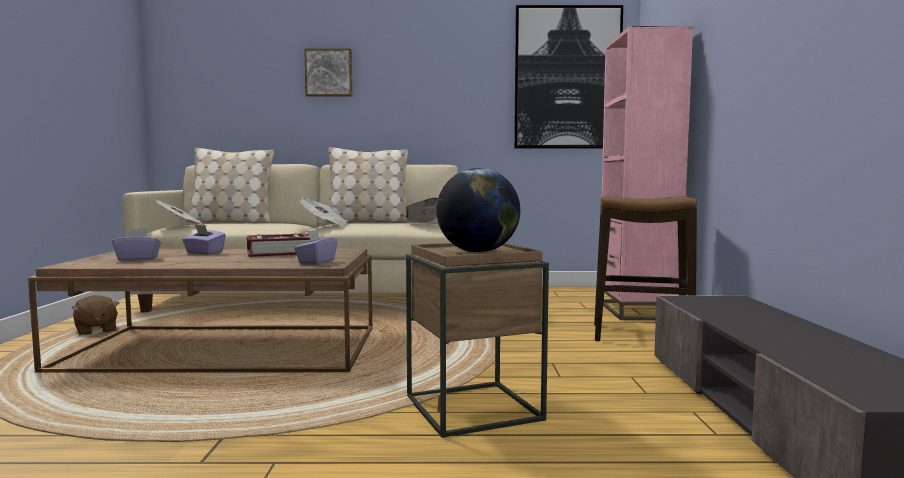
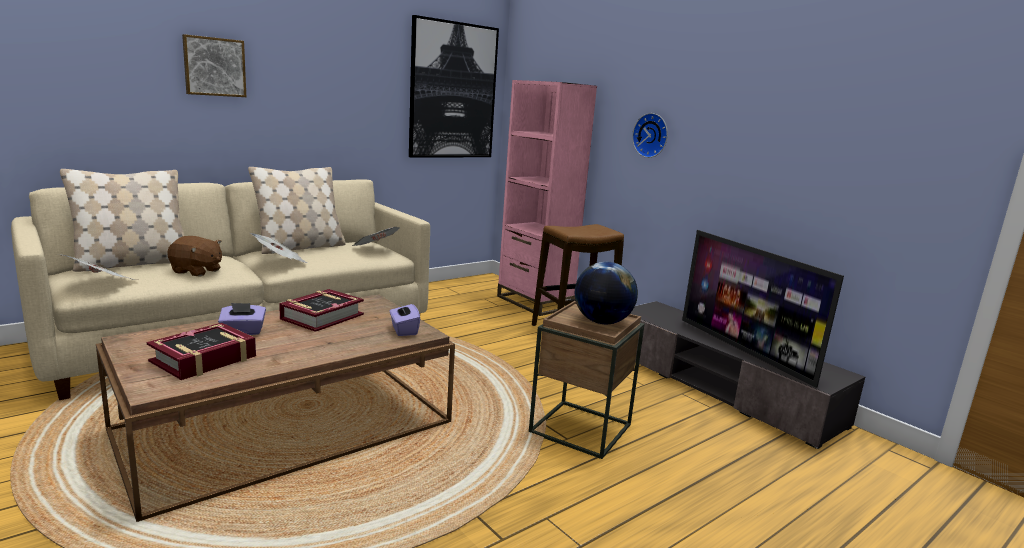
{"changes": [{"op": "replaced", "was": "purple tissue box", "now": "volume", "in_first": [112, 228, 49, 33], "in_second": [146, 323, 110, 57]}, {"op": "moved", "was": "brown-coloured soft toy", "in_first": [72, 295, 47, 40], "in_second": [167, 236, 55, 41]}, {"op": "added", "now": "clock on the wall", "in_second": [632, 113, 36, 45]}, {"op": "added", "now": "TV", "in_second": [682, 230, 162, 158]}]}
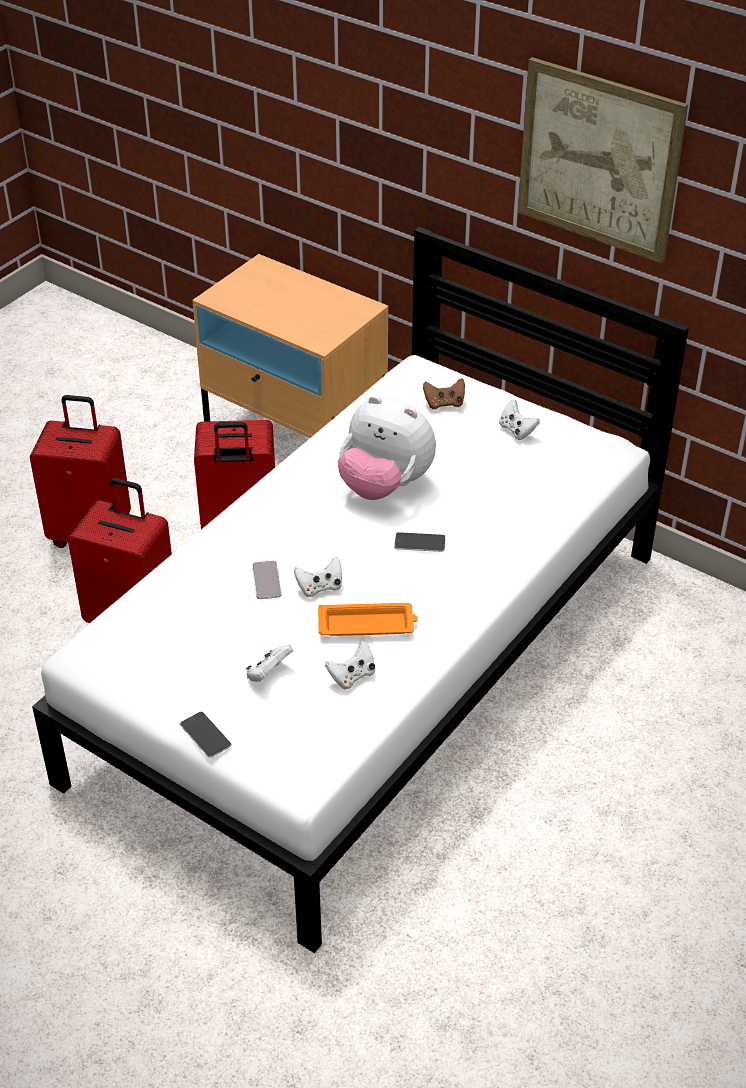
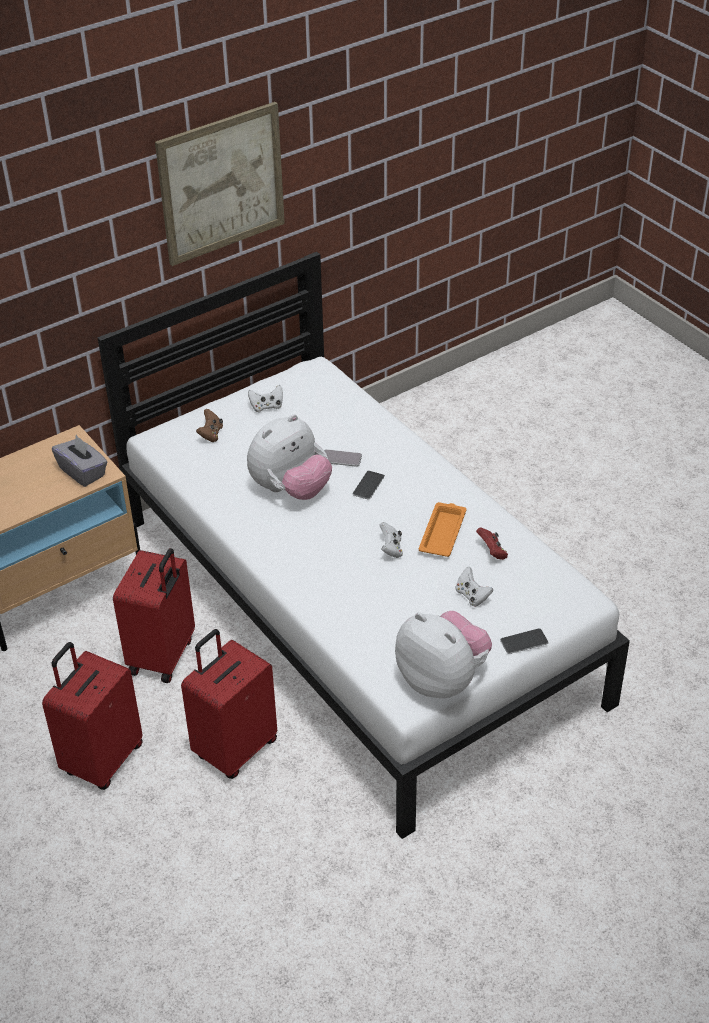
{"changes": [{"op": "moved", "was": "phone", "in_first": [252, 560, 30, 39], "in_second": [324, 449, 38, 18]}, {"op": "recoloured", "was": "white game controller", "now": "red-coloured game controller", "in_first": [325, 641, 50, 48], "in_second": [476, 527, 32, 33]}, {"op": "added", "now": "gray tissue box", "in_second": [52, 435, 55, 52]}, {"op": "added", "now": "soft toy", "in_second": [395, 611, 97, 87]}]}
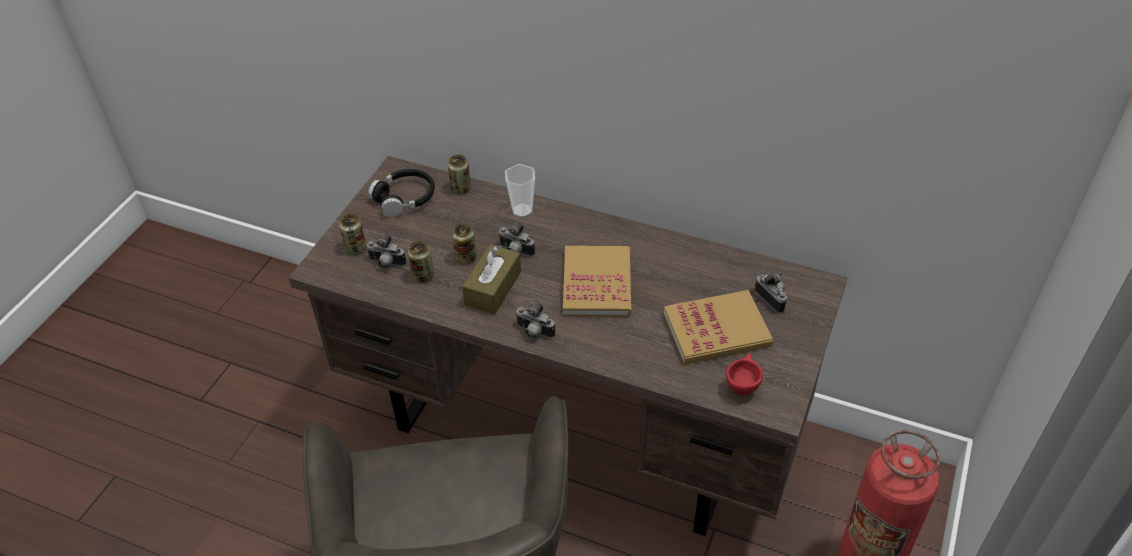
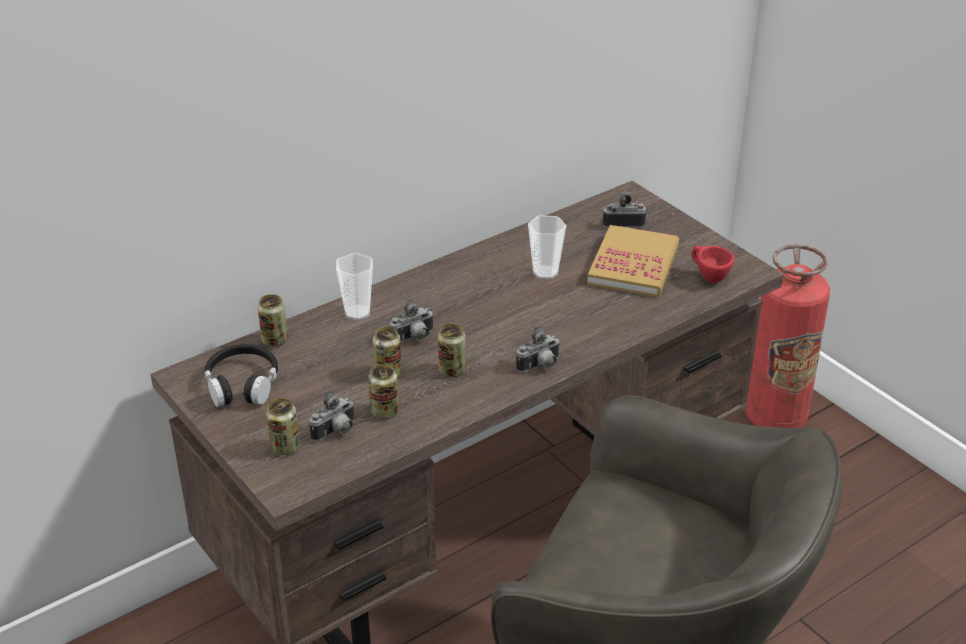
{"changes": [{"op": "replaced", "was": "brown-coloured tissue box", "now": "metal can", "in_first": [462, 244, 59, 70], "in_second": [438, 324, 28, 53]}, {"op": "removed", "was": "volume", "in_first": [563, 246, 68, 71]}, {"op": "added", "now": "drinking cup", "in_second": [528, 215, 38, 64]}]}
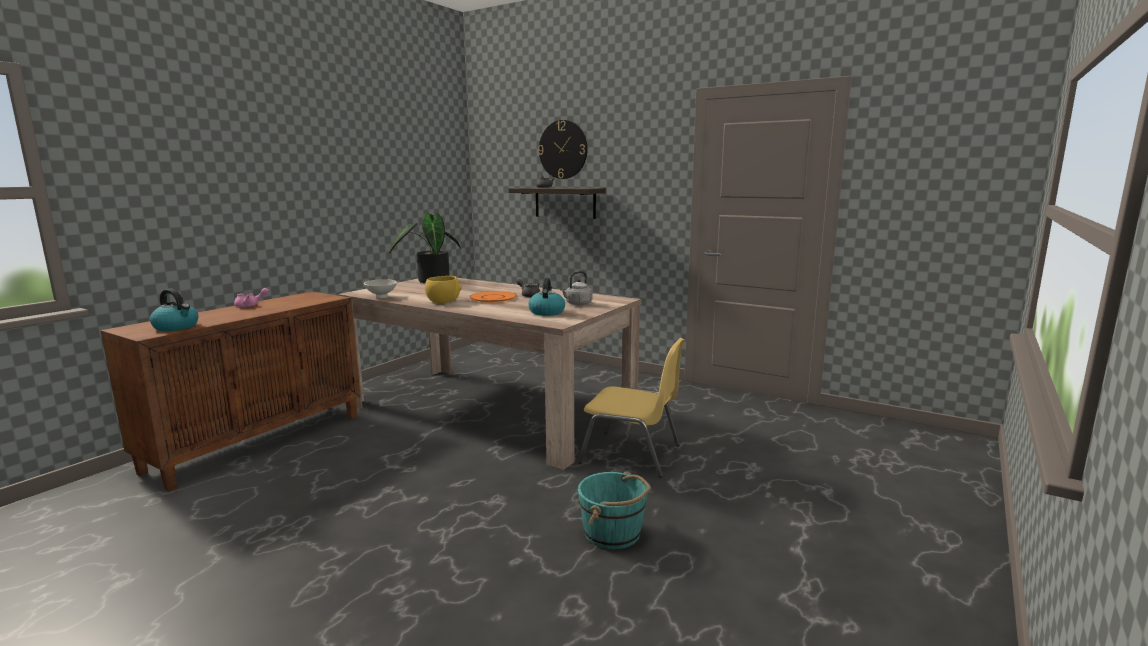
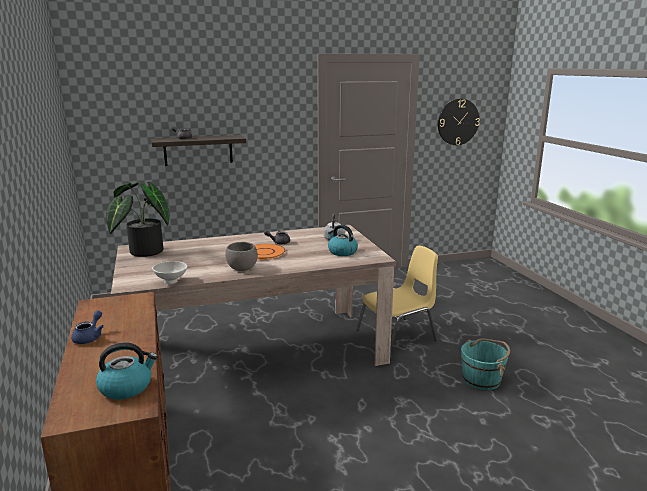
{"changes": [{"op": "moved", "was": "clock on the wall", "in_first": [538, 120, 50, 59], "in_second": [438, 99, 42, 46]}, {"op": "recoloured", "was": "yellow serving bowl", "now": "gray serving bowl", "in_first": [425, 276, 37, 27], "in_second": [225, 242, 33, 29]}, {"op": "recoloured", "was": "pink-coloured pot for tea", "now": "bluish pot for tea", "in_first": [234, 288, 35, 19], "in_second": [71, 310, 33, 34]}]}
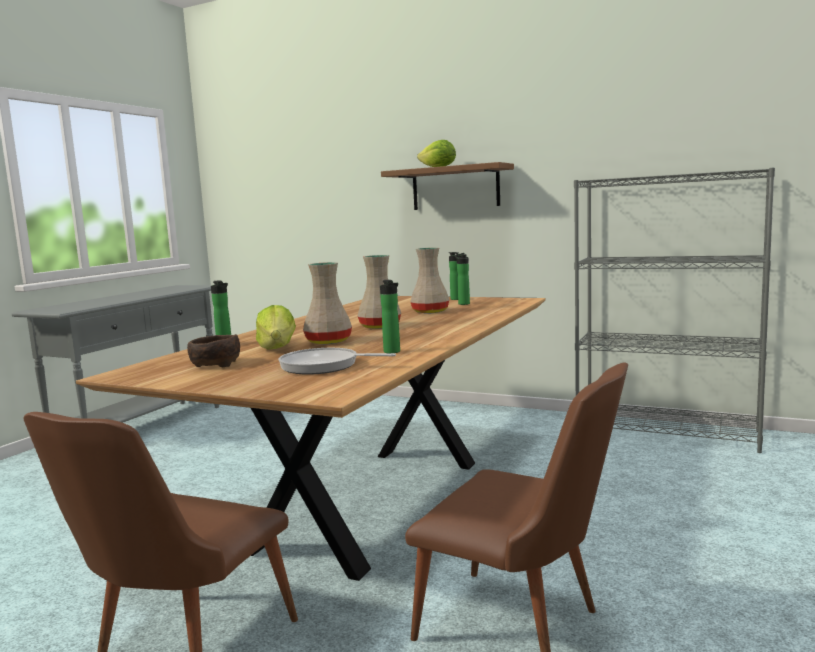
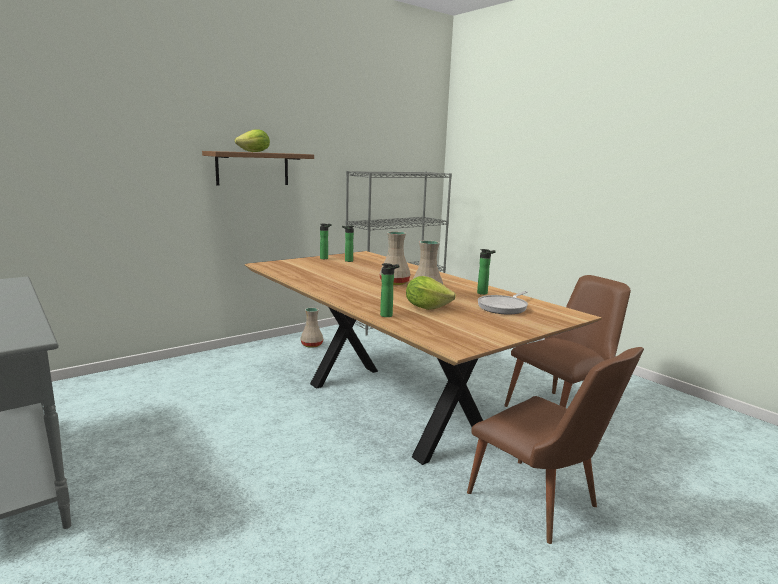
{"changes": [{"op": "moved", "was": "beige-coloured flower vase", "in_first": [410, 248, 39, 65], "in_second": [300, 308, 24, 40]}, {"op": "removed", "was": "brown-coloured serving bowl", "in_first": [187, 334, 53, 33]}]}
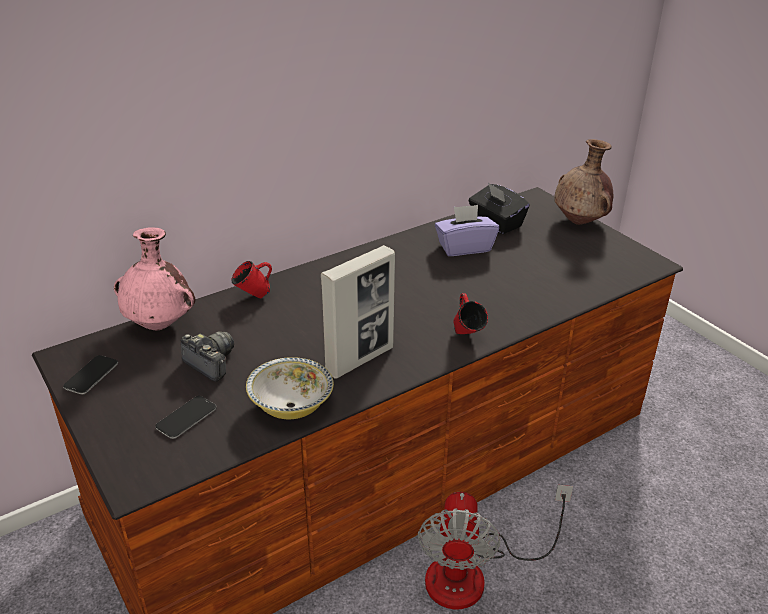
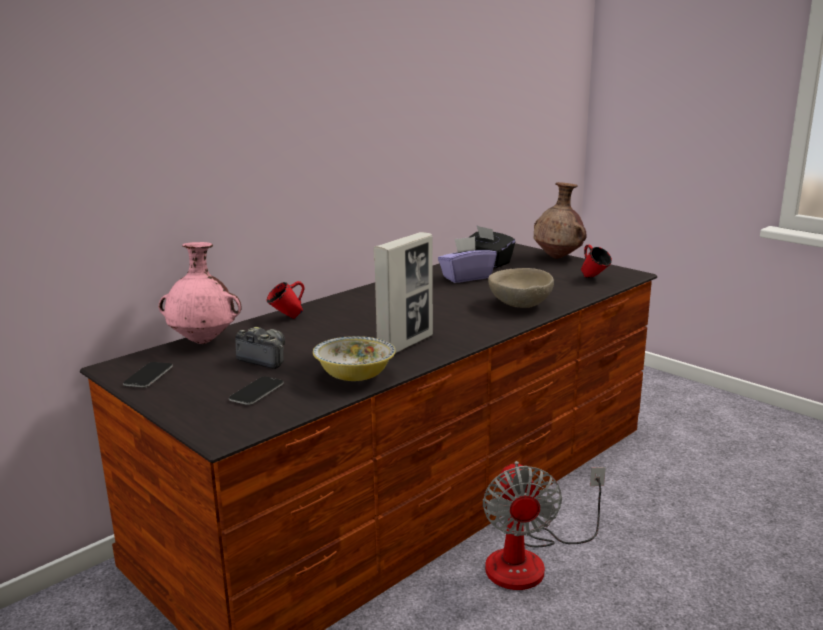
{"changes": [{"op": "moved", "was": "red-coloured mug", "in_first": [453, 293, 35, 41], "in_second": [581, 245, 31, 33]}, {"op": "added", "now": "beige-coloured serving bowl", "in_second": [488, 268, 66, 40]}]}
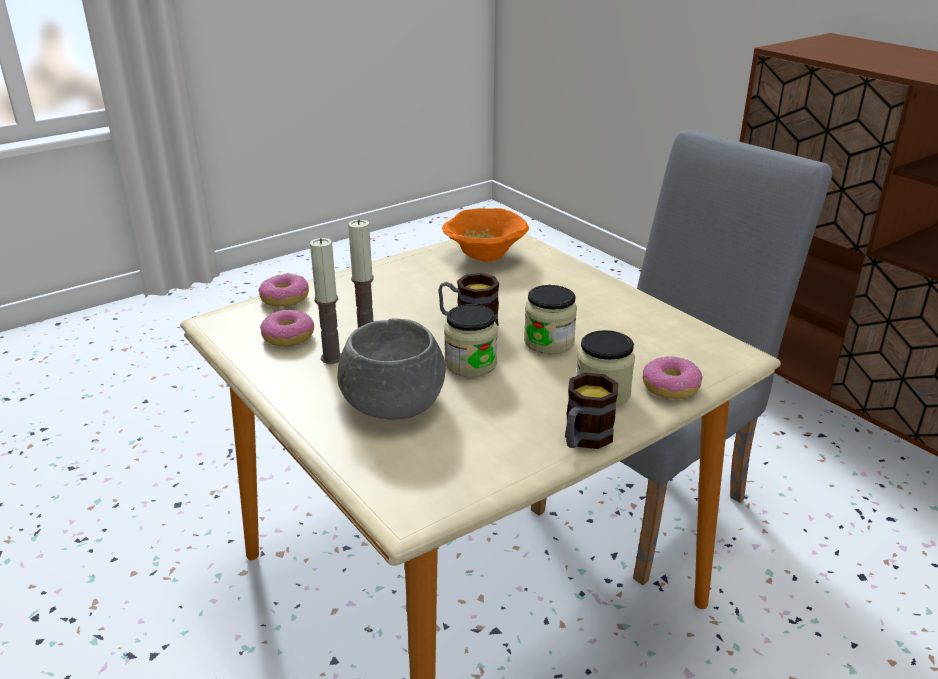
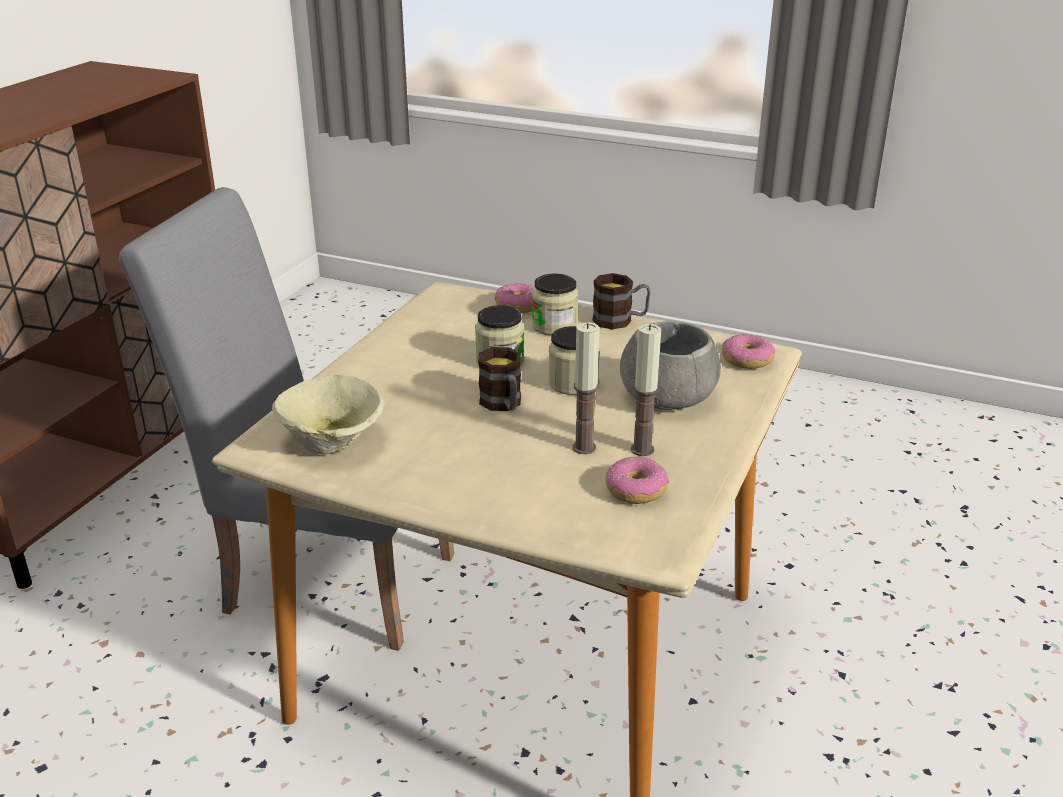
{"changes": [{"op": "recoloured", "was": "orangey serving bowl", "now": "beige-coloured serving bowl", "in_first": [442, 208, 87, 54], "in_second": [272, 375, 113, 79]}, {"op": "moved", "was": "donut", "in_first": [259, 273, 50, 34], "in_second": [722, 334, 53, 35]}]}
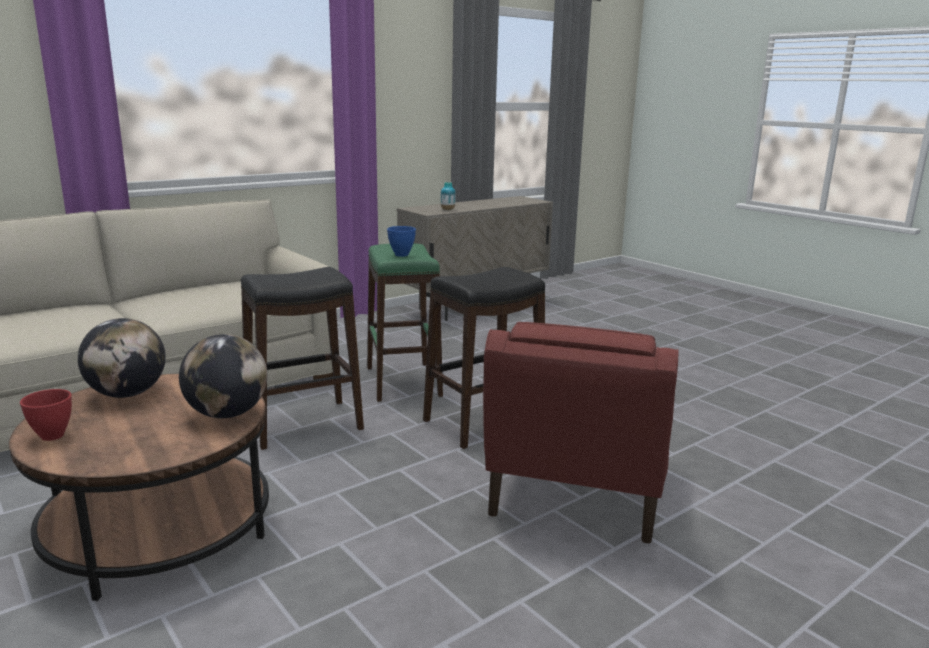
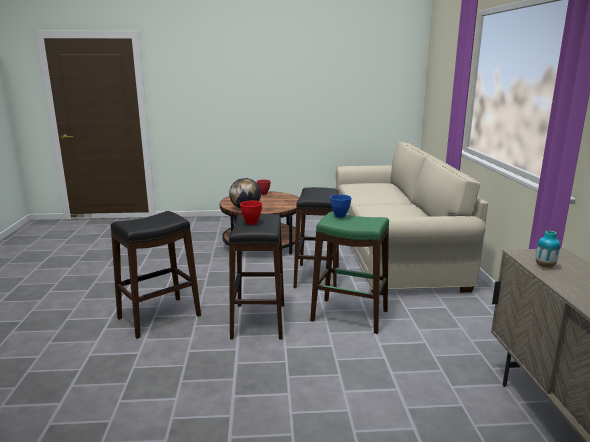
{"changes": [{"op": "removed", "was": "desk globe", "in_first": [78, 318, 88, 80]}, {"op": "replaced", "was": "red-coloured easy chair", "now": "black-coloured stool seat", "in_first": [483, 322, 196, 222], "in_second": [111, 211, 90, 128]}, {"op": "added", "now": "red-coloured serving bowl", "in_second": [240, 201, 22, 24]}]}
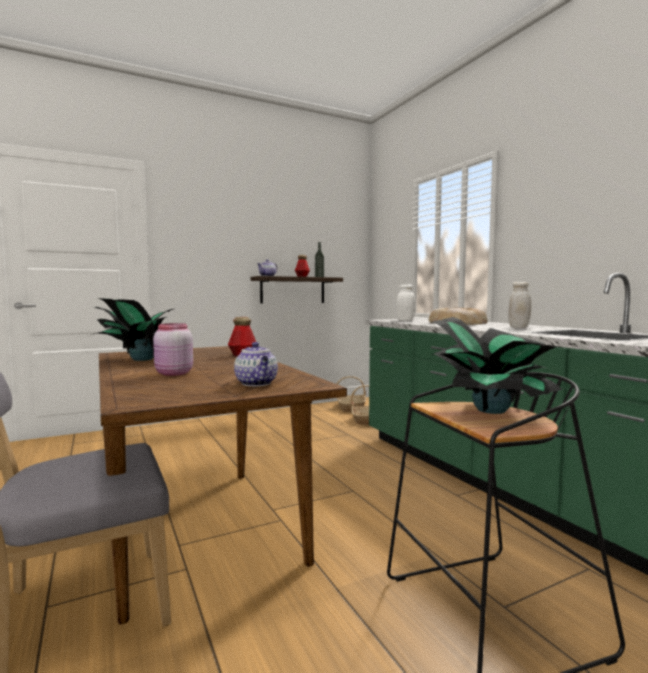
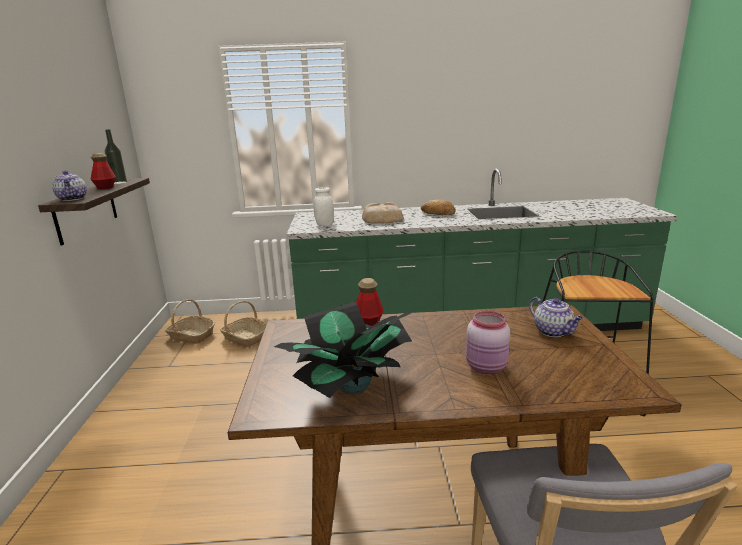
{"changes": [{"op": "replaced", "was": "white preserve jar", "now": "bread", "in_first": [508, 282, 23, 46], "in_second": [421, 200, 35, 15]}, {"op": "removed", "was": "houseplant", "in_first": [431, 317, 131, 97]}, {"op": "turned", "was": "pot for tea", "in_first": [234, 342, 44, 44], "in_second": [529, 297, 54, 40], "clockwise": 60}]}
